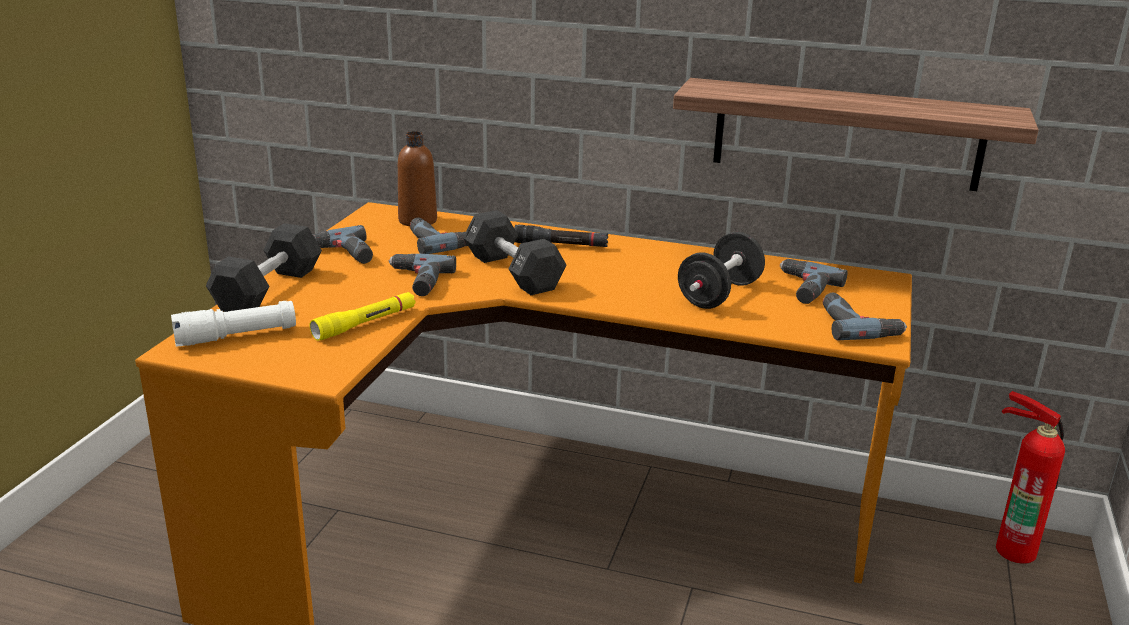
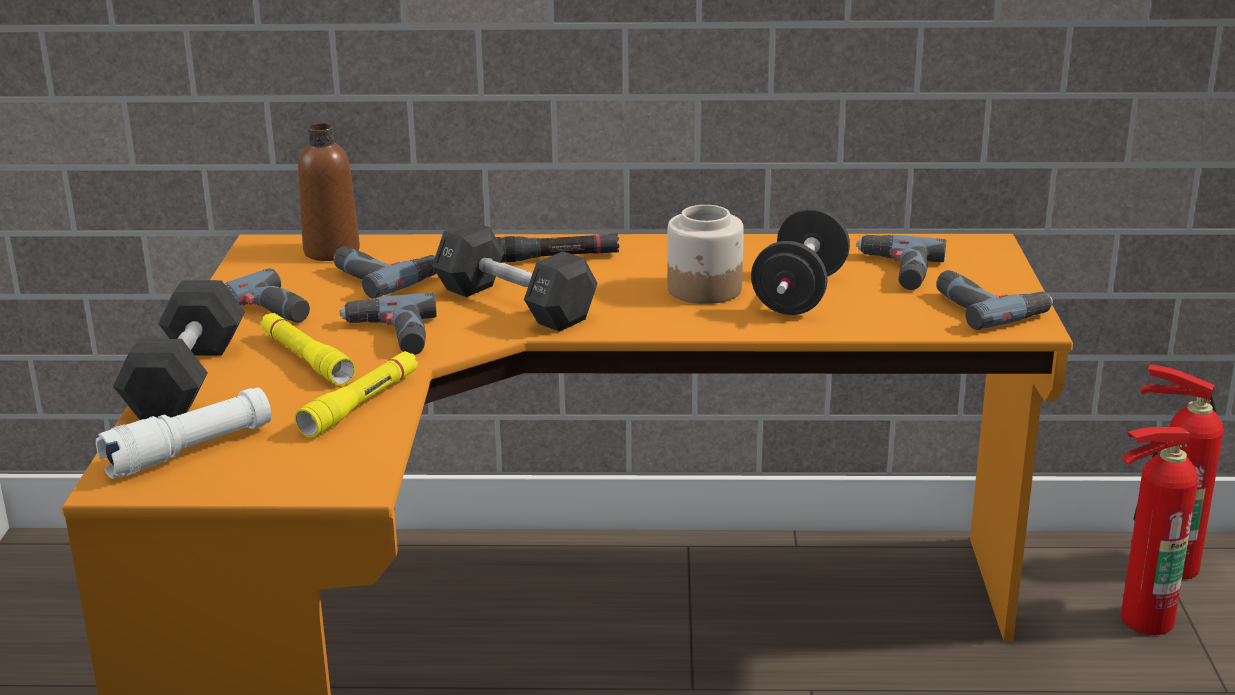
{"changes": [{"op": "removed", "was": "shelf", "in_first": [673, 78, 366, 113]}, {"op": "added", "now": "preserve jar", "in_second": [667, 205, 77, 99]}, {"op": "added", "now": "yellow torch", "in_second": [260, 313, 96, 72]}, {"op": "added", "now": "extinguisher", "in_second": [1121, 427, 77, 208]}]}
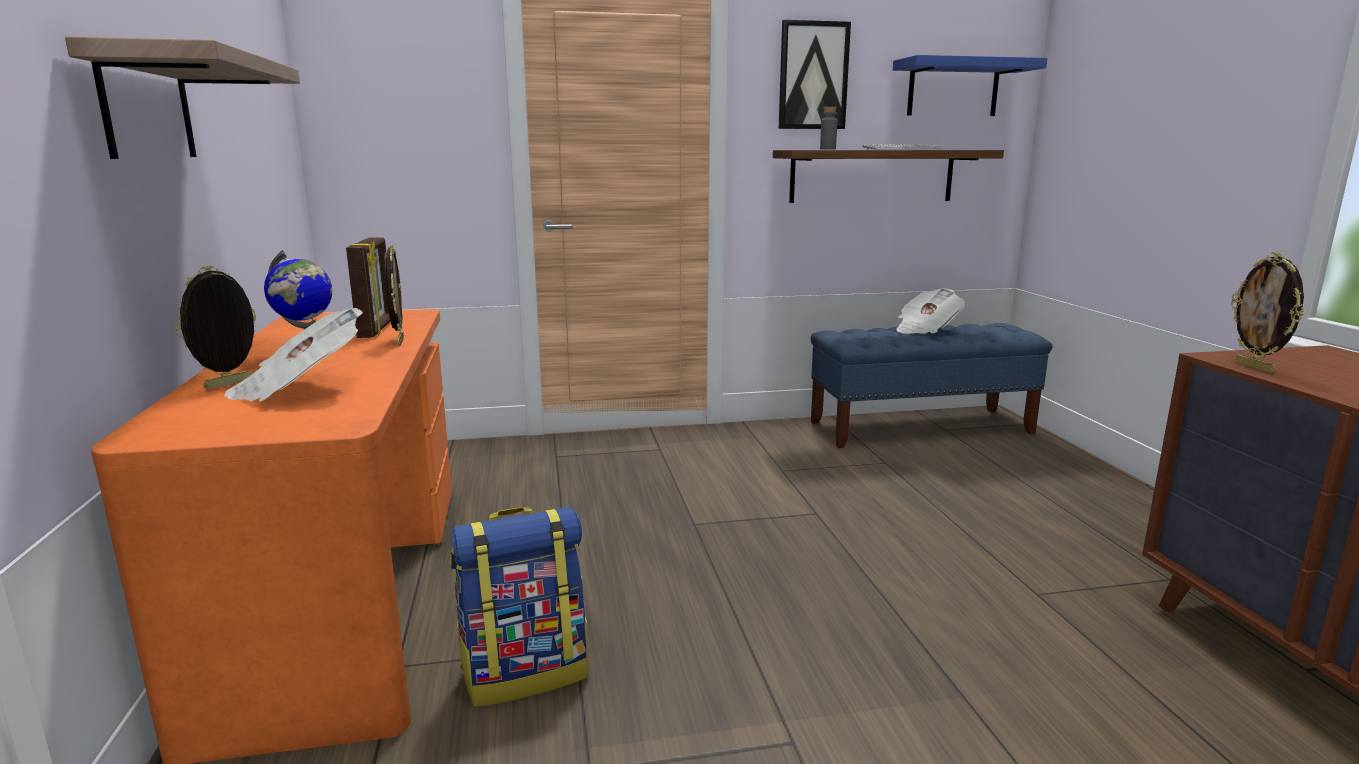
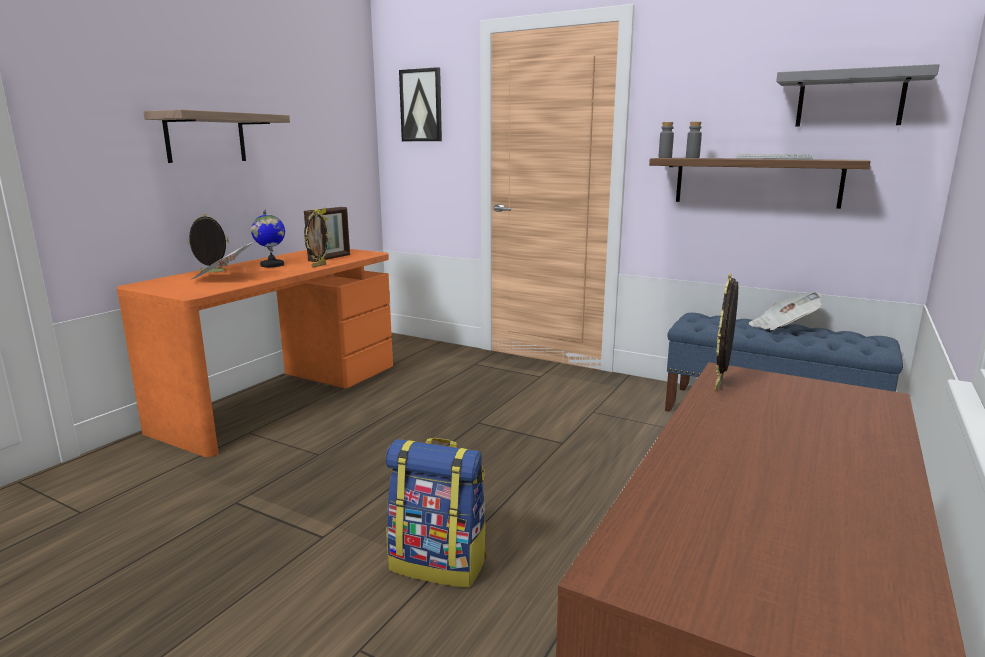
{"changes": [{"op": "moved", "was": "picture", "in_first": [779, 20, 72, 109], "in_second": [399, 67, 43, 74]}, {"op": "recoloured", "was": "bluish shelf", "now": "gray shelf", "in_first": [893, 55, 154, 61], "in_second": [776, 64, 164, 63]}, {"op": "moved", "was": "knapsack", "in_first": [450, 507, 138, 200], "in_second": [386, 438, 101, 150]}, {"op": "added", "now": "gray beverage bottle", "in_second": [658, 122, 16, 36]}]}
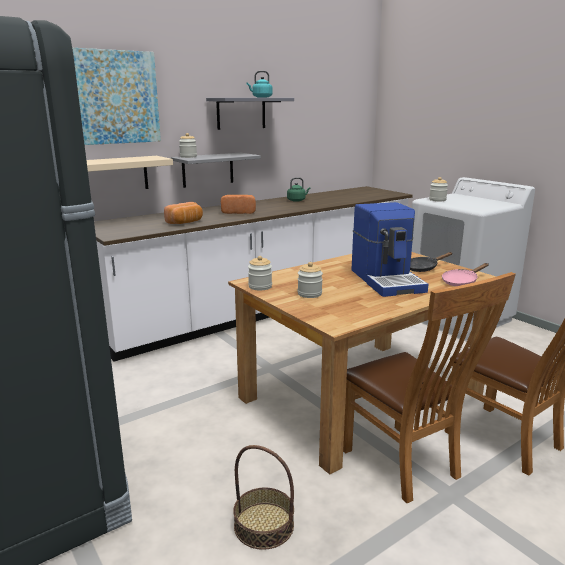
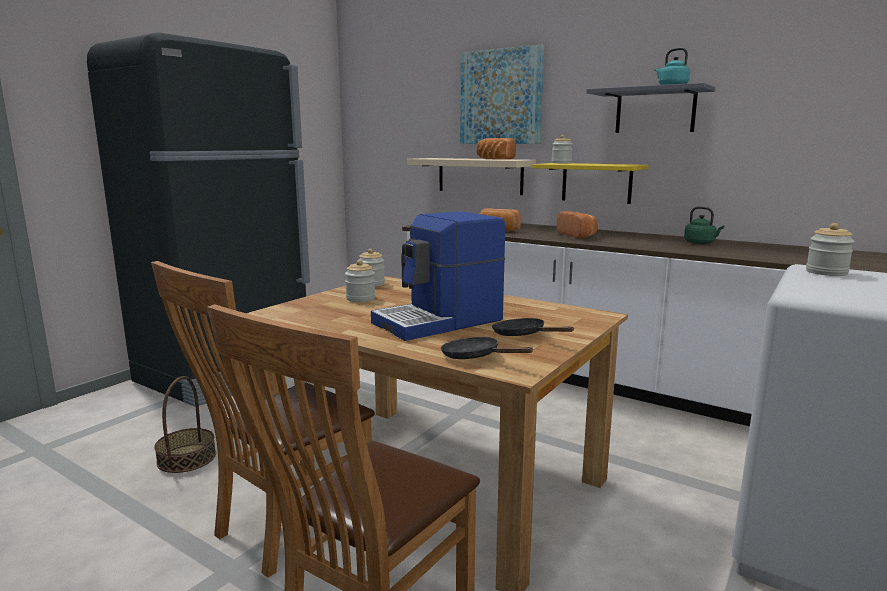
{"changes": [{"op": "recoloured", "was": "gray shelf", "now": "yellow shelf", "in_first": [171, 153, 90, 35], "in_second": [532, 163, 117, 41]}, {"op": "recoloured", "was": "pink-coloured skillet", "now": "black-coloured skillet", "in_first": [442, 263, 46, 23], "in_second": [441, 337, 93, 22]}, {"op": "added", "now": "bread", "in_second": [477, 138, 39, 21]}]}
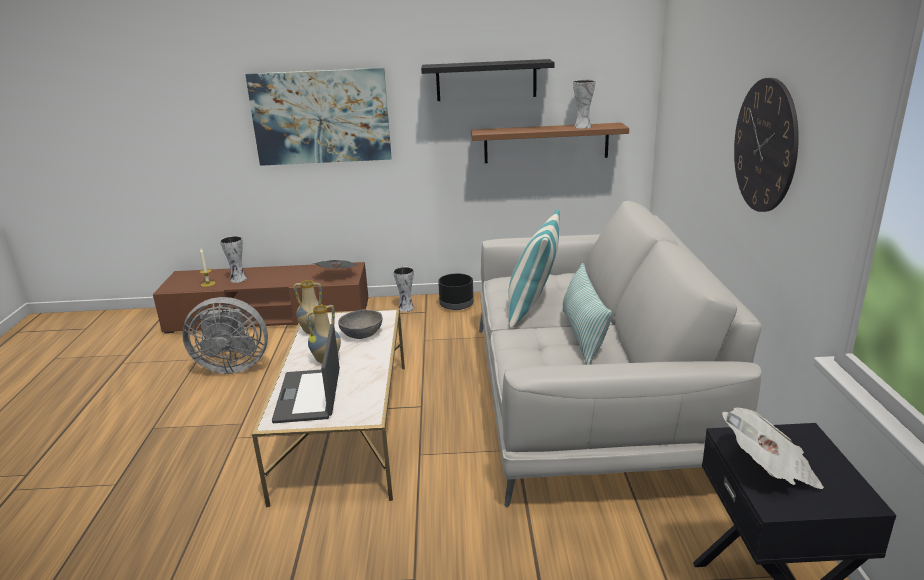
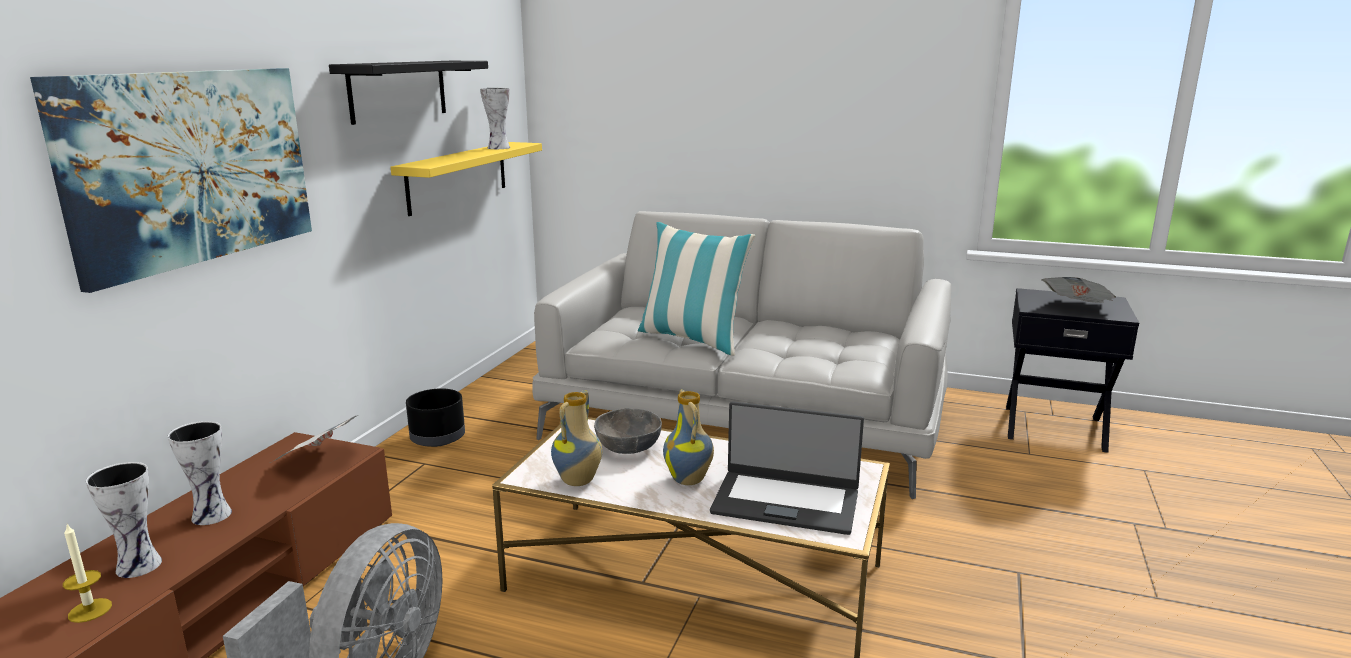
{"changes": [{"op": "removed", "was": "clock on the wall", "in_first": [734, 78, 65, 134]}, {"op": "recoloured", "was": "brown-coloured shelf", "now": "yellow shelf", "in_first": [471, 123, 158, 40], "in_second": [390, 142, 152, 74]}, {"op": "removed", "was": "pillow", "in_first": [563, 263, 49, 102]}, {"op": "moved", "was": "flower vase", "in_first": [393, 267, 21, 45], "in_second": [168, 421, 64, 104]}]}
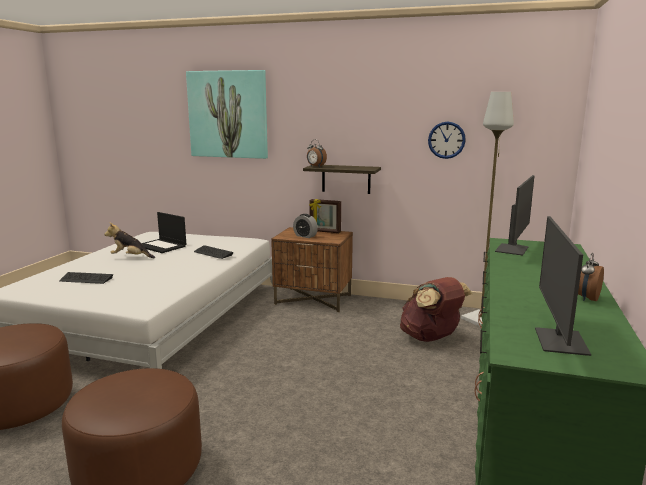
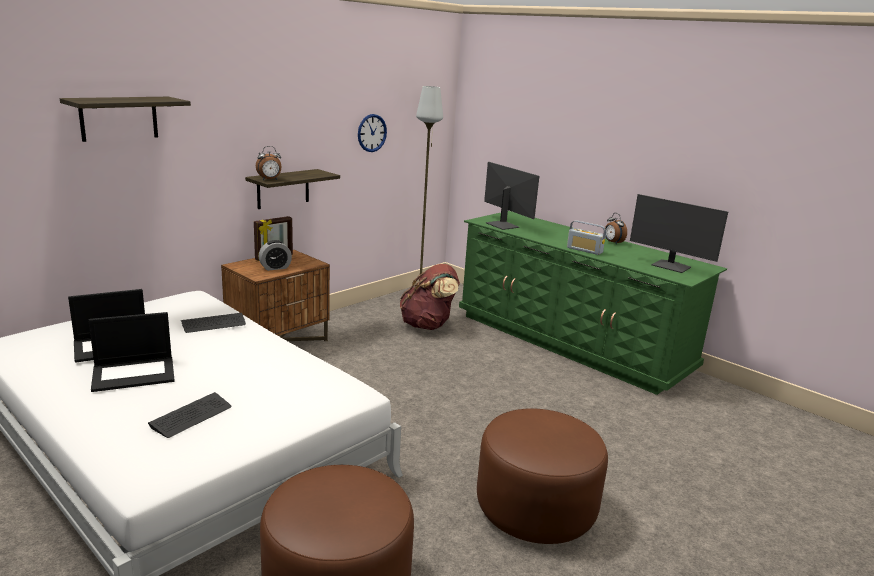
{"changes": [{"op": "replaced", "was": "picture", "now": "shelf", "in_first": [186, 70, 82, 89], "in_second": [60, 97, 131, 45]}, {"op": "replaced", "was": "soft toy", "now": "laptop", "in_first": [104, 222, 51, 36], "in_second": [89, 312, 86, 80]}, {"op": "added", "now": "radio receiver", "in_second": [567, 220, 39, 35]}]}
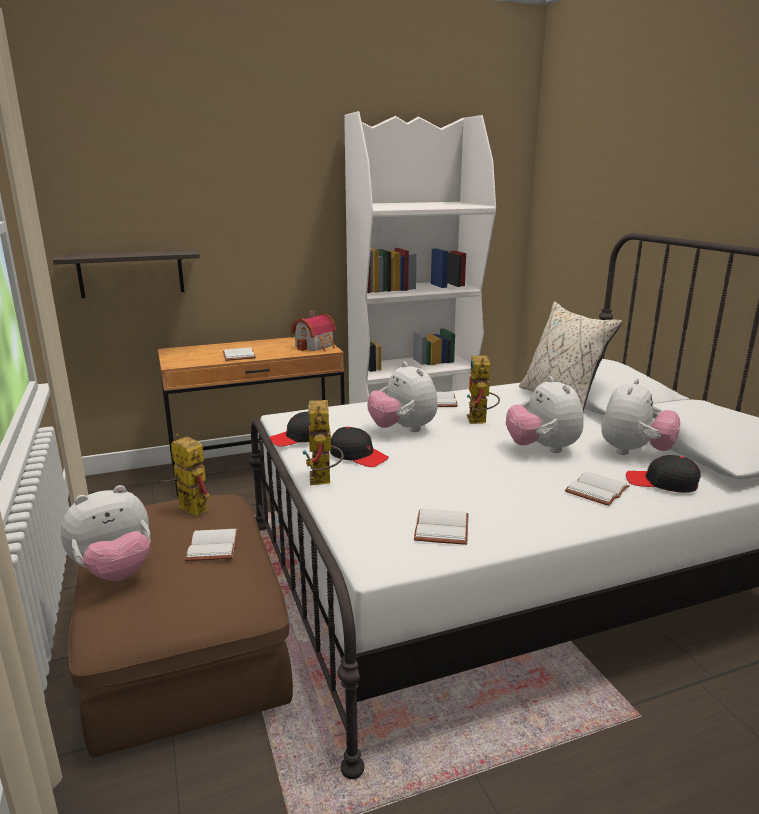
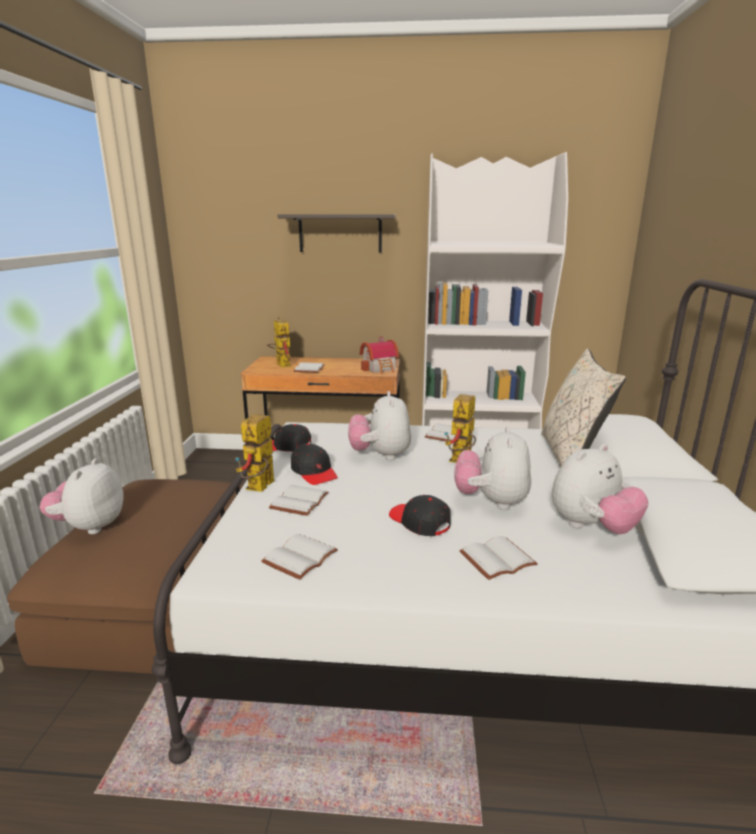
{"changes": [{"op": "moved", "was": "shelf", "in_first": [53, 250, 147, 48], "in_second": [278, 214, 117, 38]}, {"op": "moved", "was": "robot figure", "in_first": [160, 434, 51, 83], "in_second": [267, 317, 25, 51]}, {"op": "moved", "was": "black-coloured peaked cap", "in_first": [626, 455, 75, 38], "in_second": [389, 495, 62, 41]}, {"op": "turned", "was": "soft toy", "in_first": [61, 485, 89, 96], "in_second": [39, 458, 85, 76], "clockwise": 105}, {"op": "moved", "was": "white volume", "in_first": [185, 529, 54, 32], "in_second": [269, 485, 60, 31]}]}
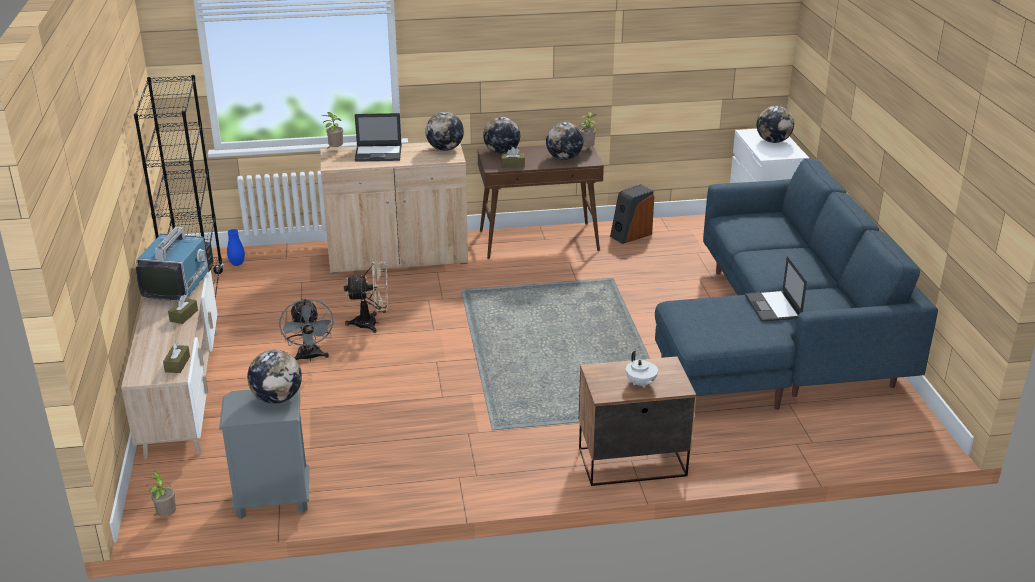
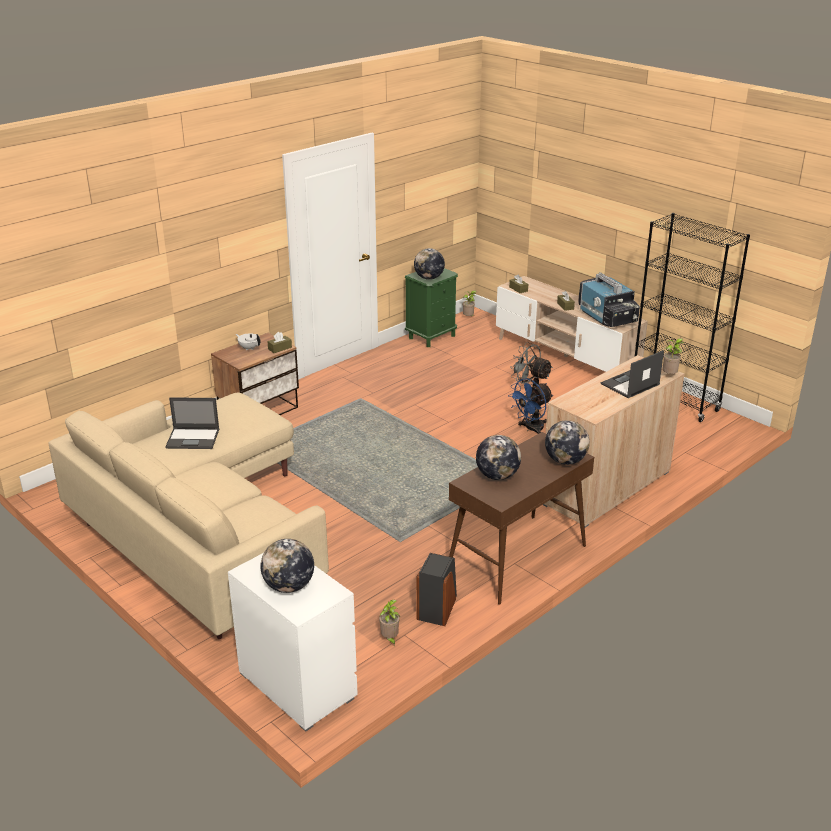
{"changes": [{"op": "removed", "was": "desk globe", "in_first": [425, 112, 39, 39]}, {"op": "moved", "was": "houseplant", "in_first": [580, 112, 17, 35], "in_second": [379, 600, 21, 45]}, {"op": "moved", "was": "brown-coloured tissue box", "in_first": [501, 147, 24, 21], "in_second": [267, 332, 25, 21]}, {"op": "recoloured", "was": "bluish couch", "now": "beige-coloured couch", "in_first": [655, 159, 283, 250], "in_second": [48, 392, 281, 247]}, {"op": "removed", "was": "bluish flower vase", "in_first": [227, 229, 18, 37]}, {"op": "turned", "was": "laptop", "in_first": [745, 256, 62, 66], "in_second": [165, 397, 54, 52], "clockwise": 135}, {"op": "recoloured", "was": "beige-coloured fan", "now": "bluish fan", "in_first": [344, 261, 44, 72], "in_second": [508, 378, 45, 56]}, {"op": "recoloured", "was": "gray nightstand", "now": "green nightstand", "in_first": [219, 389, 90, 130], "in_second": [405, 268, 53, 79]}]}
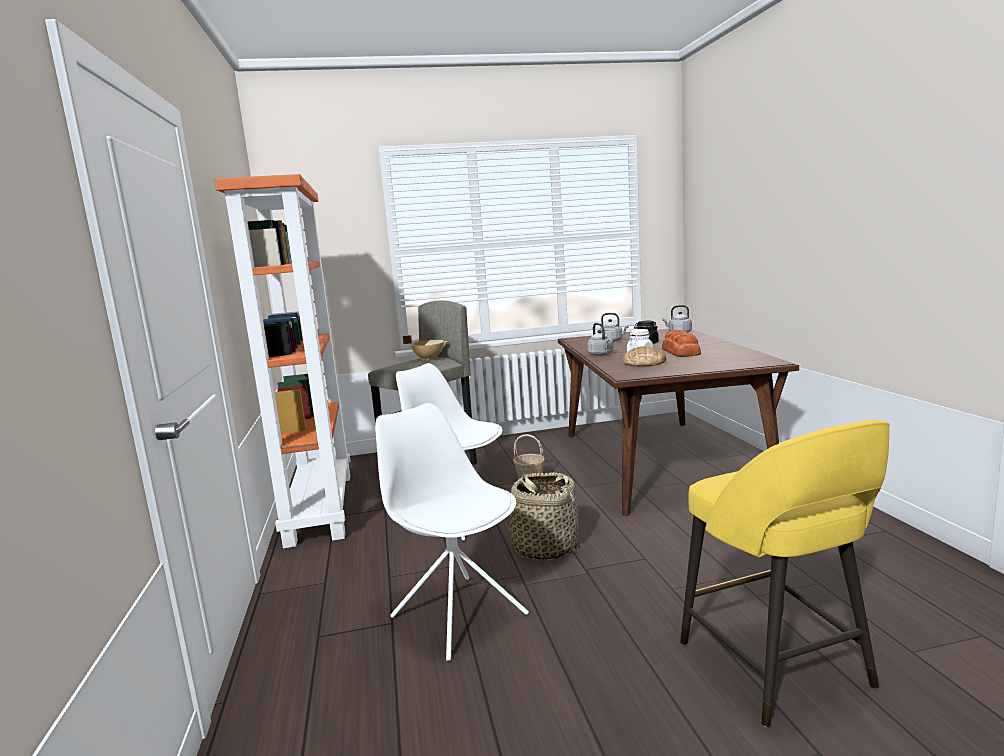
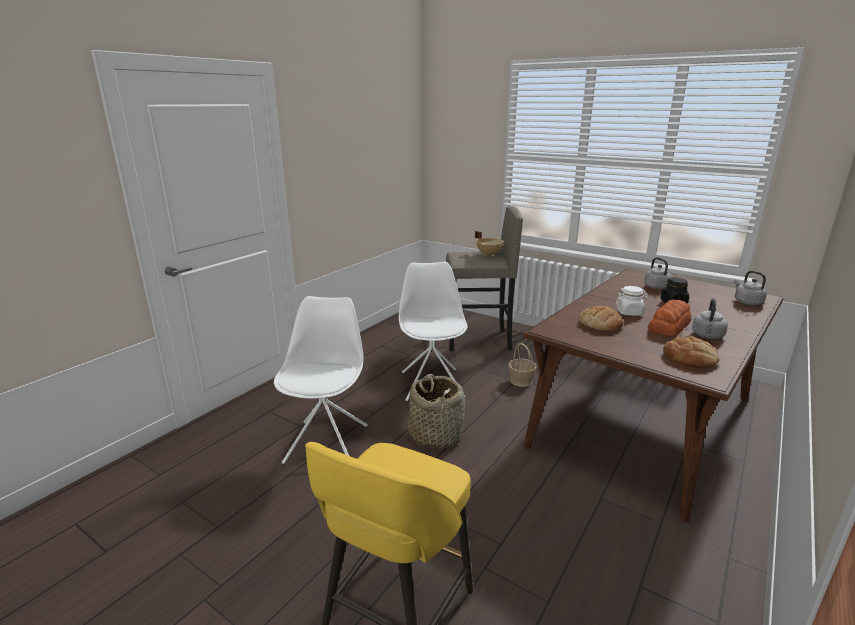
{"changes": [{"op": "removed", "was": "orangey bookcase", "in_first": [214, 174, 136, 374]}, {"op": "moved", "was": "gray kettle", "in_first": [587, 323, 26, 33], "in_second": [692, 298, 36, 41]}, {"op": "added", "now": "bread", "in_second": [663, 336, 57, 32]}]}
